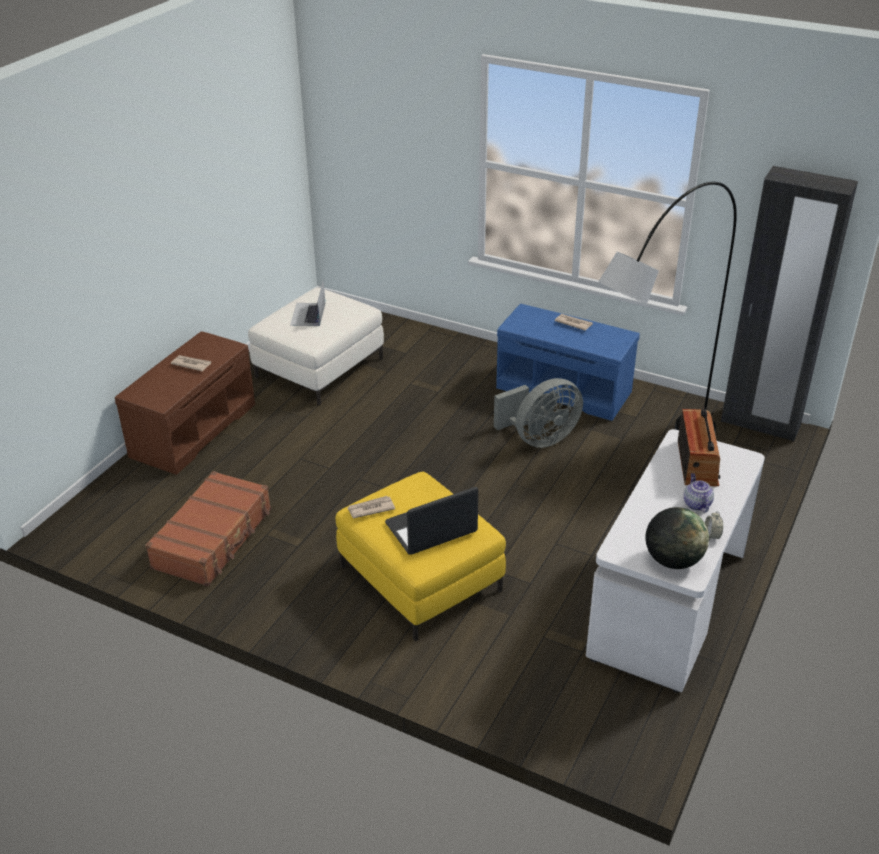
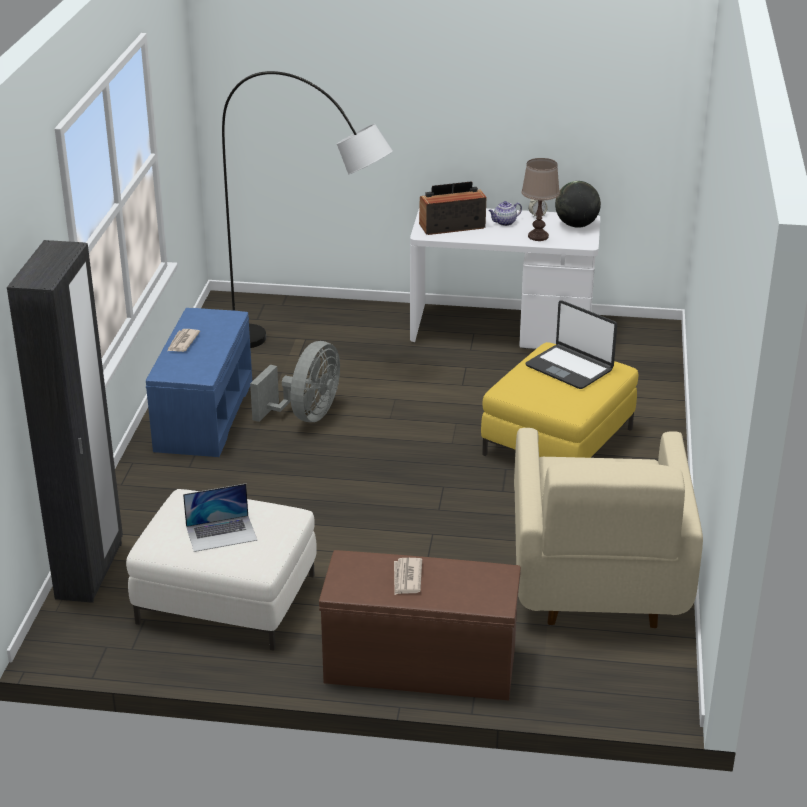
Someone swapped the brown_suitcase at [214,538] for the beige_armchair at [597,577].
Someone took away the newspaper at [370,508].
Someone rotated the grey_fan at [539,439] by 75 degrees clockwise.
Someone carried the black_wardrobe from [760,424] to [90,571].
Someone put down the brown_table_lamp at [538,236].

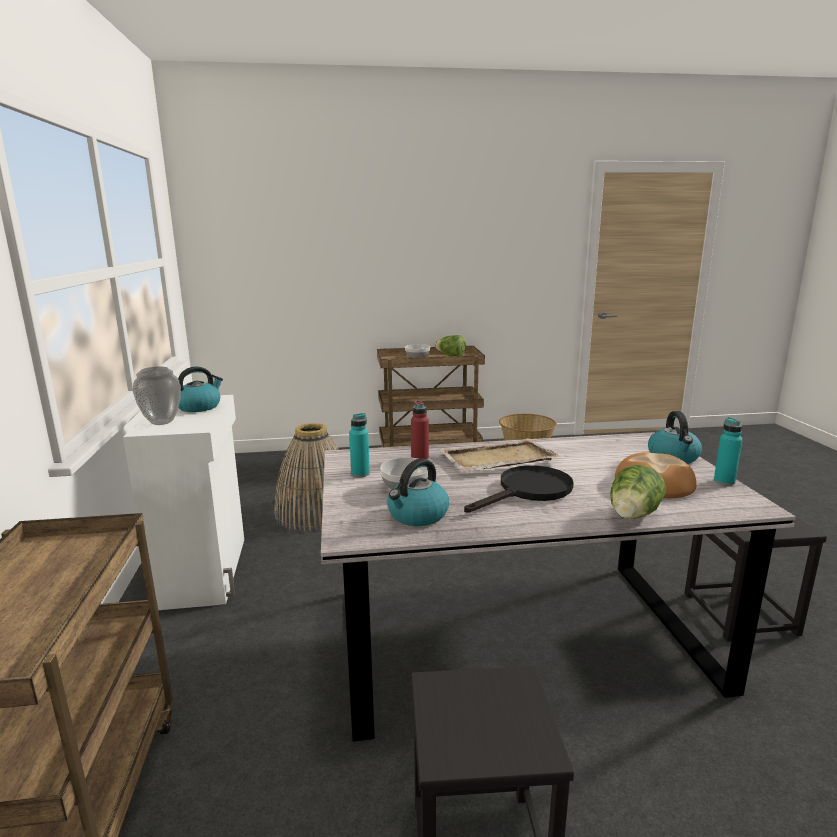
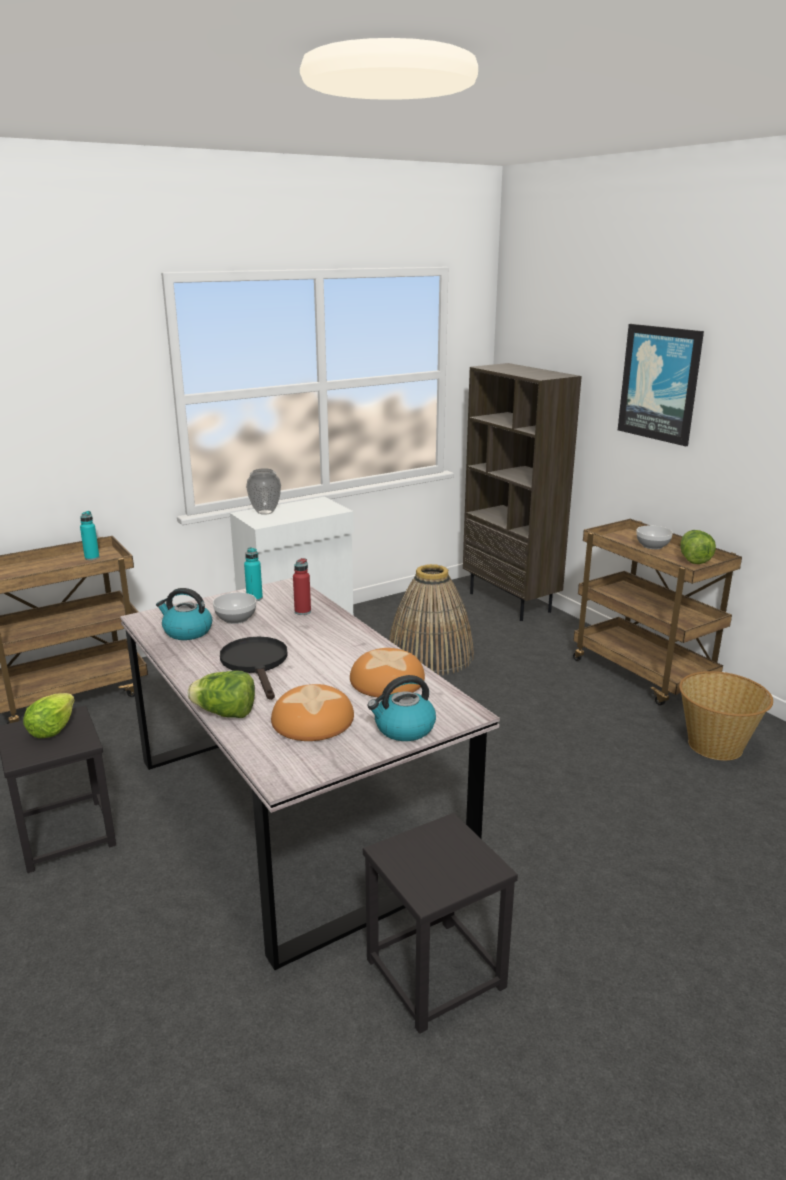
Someone took away the kettle at [199,407].
Someone took away the beige_tray at [497,458].
Someone rotated the black_frying_pan at [528,491] by 135 degrees counterclockwise.
Someone carried the turquoise_bottle from [724,481] to [92,558].
Someone put down the lettuce at [52,729].
Someone put down the bread at [386,680].
Someone put down the brown_bookcase at [511,602].
Someone put up the picture at [660,383].

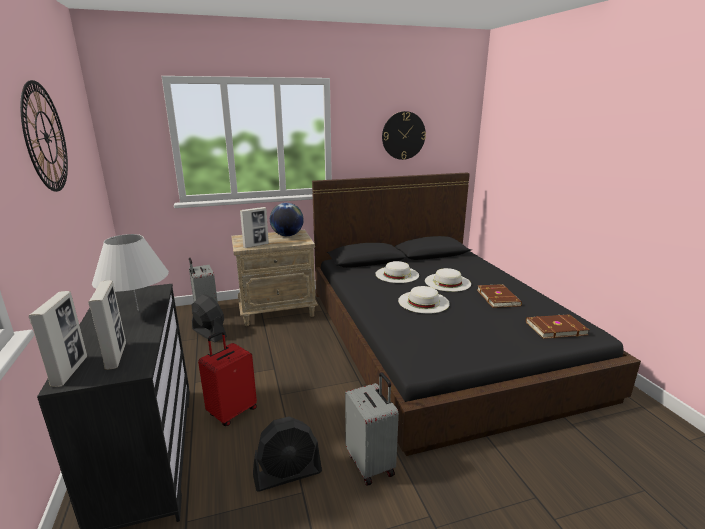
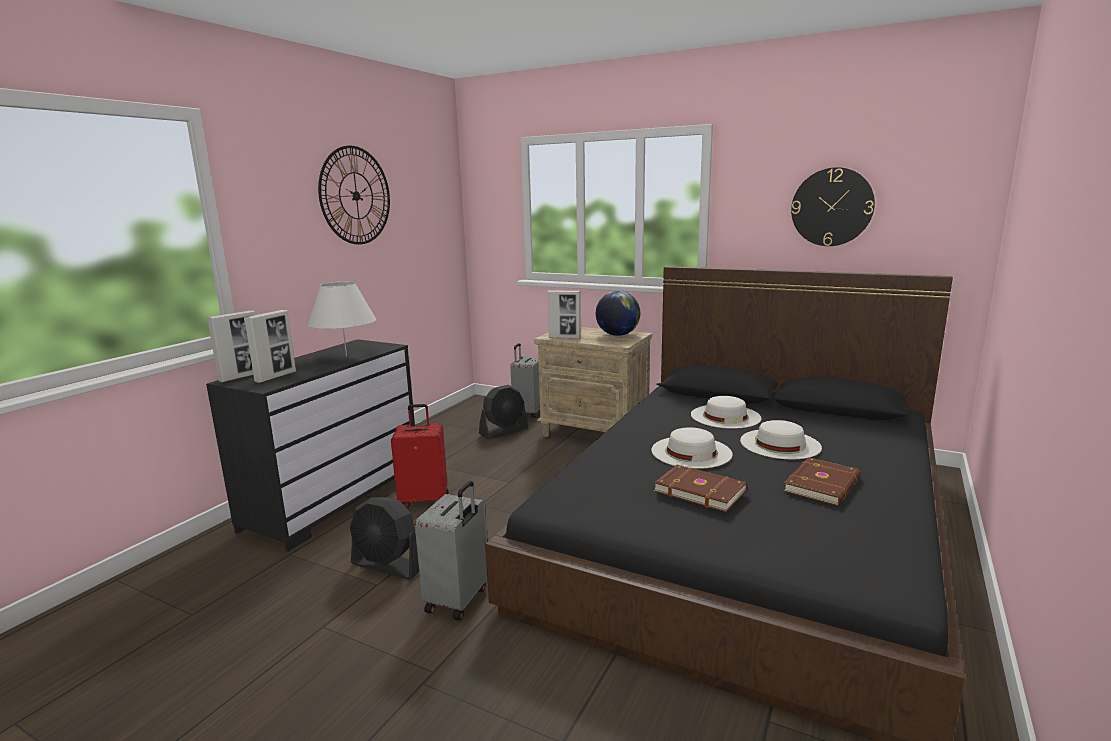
Someone rotated the black_fan at [209,333] by 60 degrees clockwise.
Someone carried the brown_book from [555,328] to [700,490].

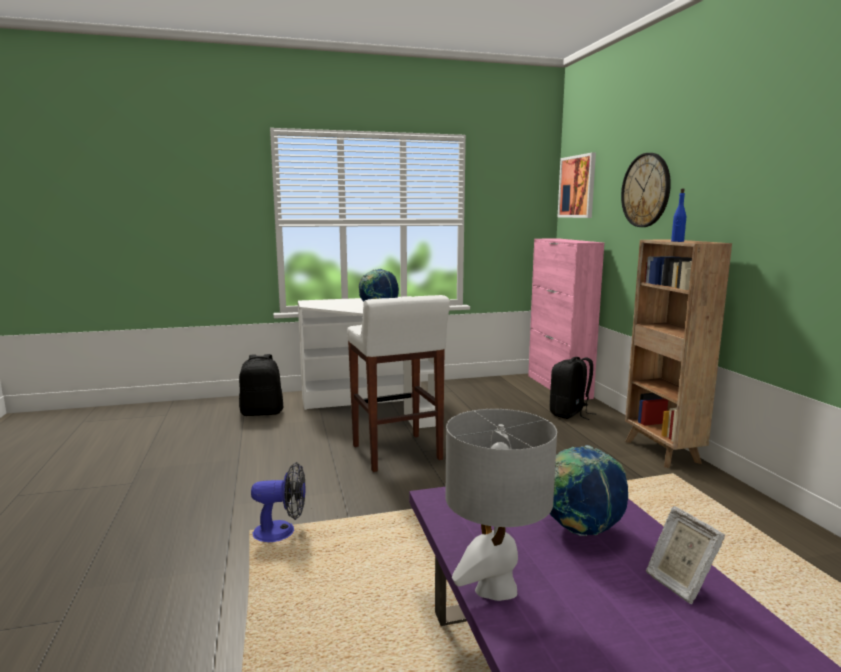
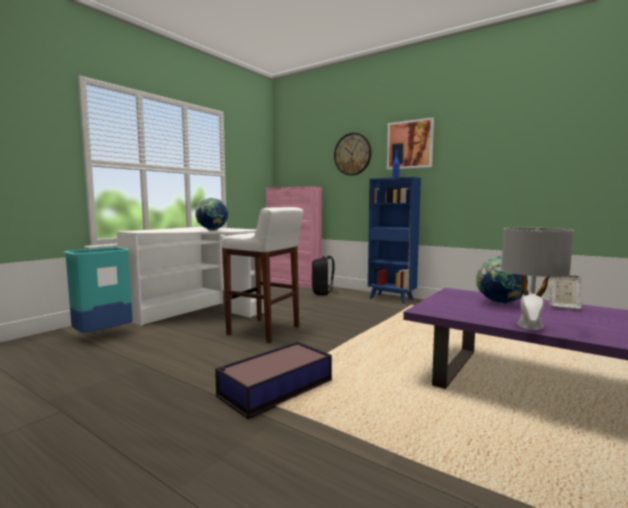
Someone swapped the black_backpack at [262,412] for the turquoise_trash_can at [103,335].
Someone swapped the fan at [282,532] for the storage_box at [274,389].
Someone carried the picture from [577,186] to [410,144].
Someone repainted the brown_bookcase at [662,452], which became the blue_bookcase at [392,298].

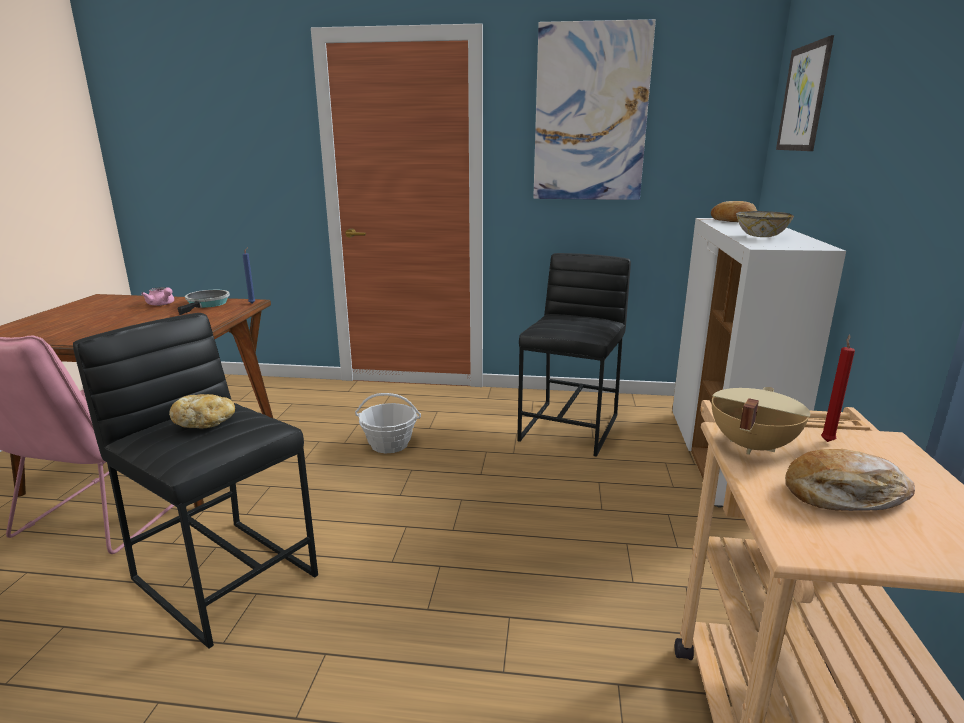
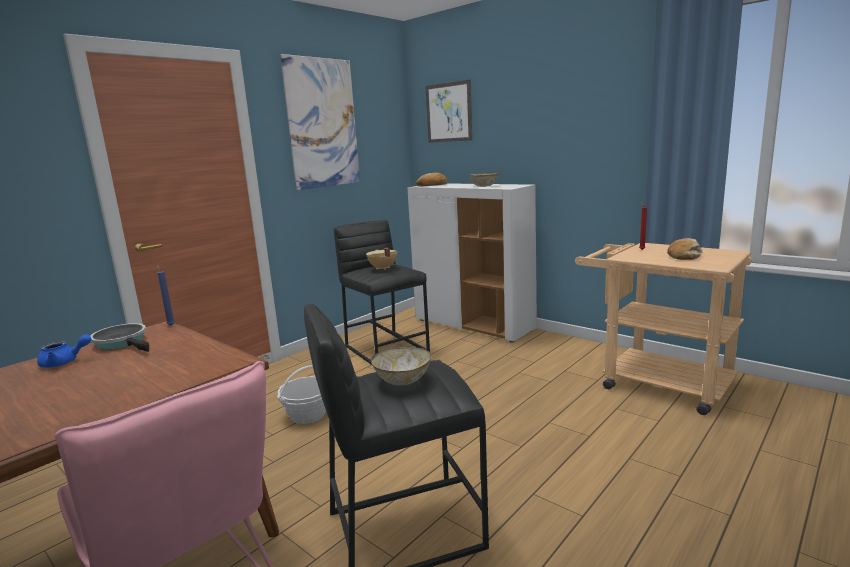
Someone repainted the pink_teapot at [162,304], which became the blue_teapot at [64,362].
Someone swapped the bread at [205,423] for the bowl at [402,380].
Someone carried the beige_cooking_pot from [750,446] to [382,268].

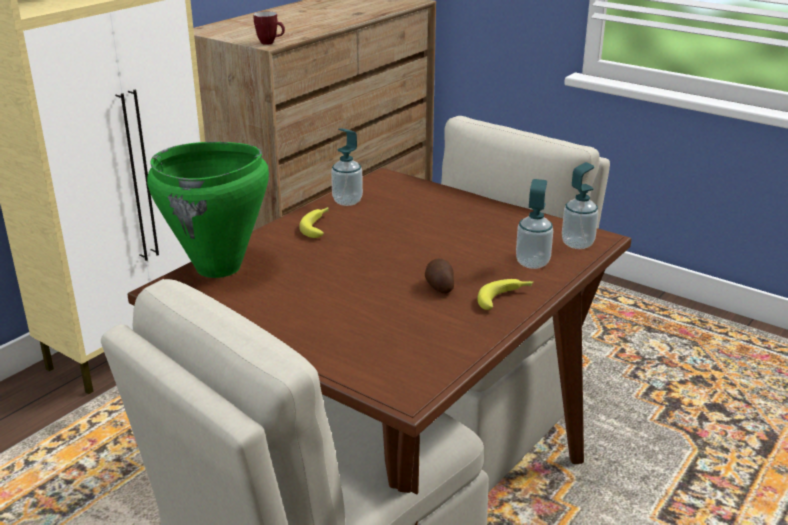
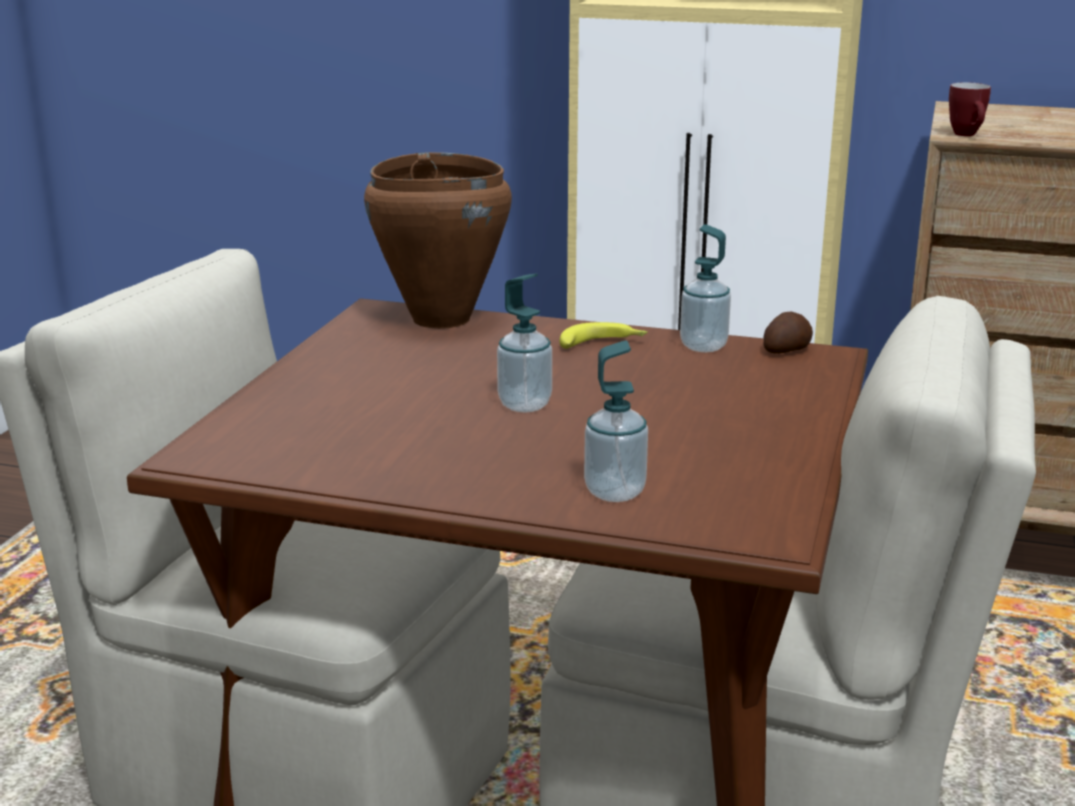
Someone repainted the green_cooking_pot at [219,268], which became the brown_cooking_pot at [440,319].
Someone carried the potato from [439,286] to [785,349].
Someone took away the banana at [505,298].
Someone carried the soap_dispenser from [577,244] to [524,405].

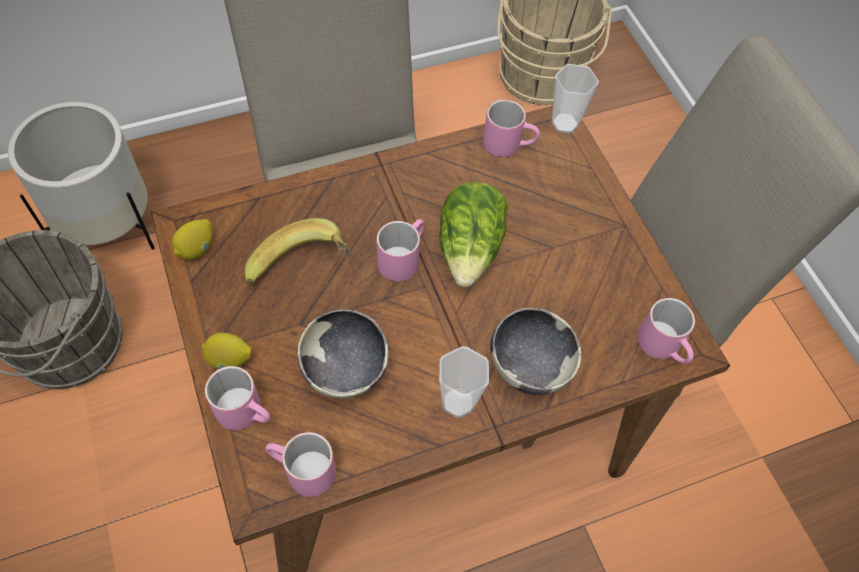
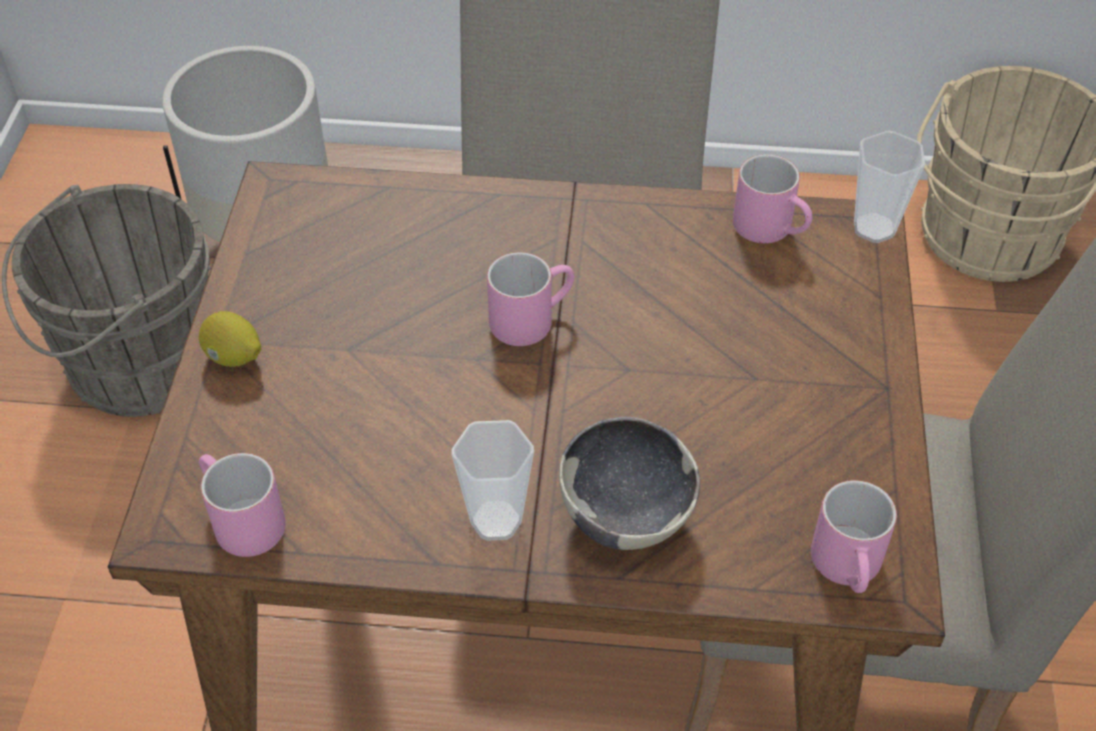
Someone took away the lemon at [196,249].
Someone took away the pink_mug at [246,412].
Someone took away the banana at [303,270].
Someone took away the bowl at [345,369].
Someone took away the lettuce at [470,249].

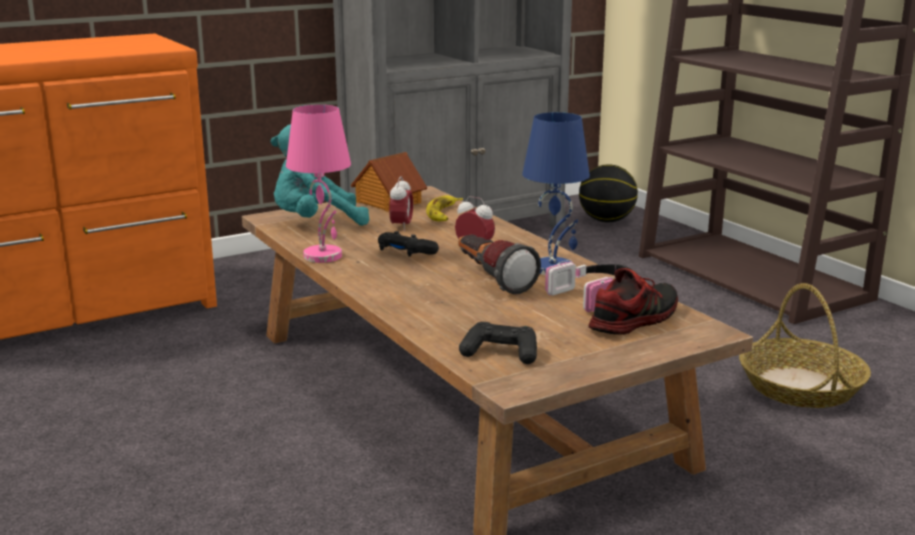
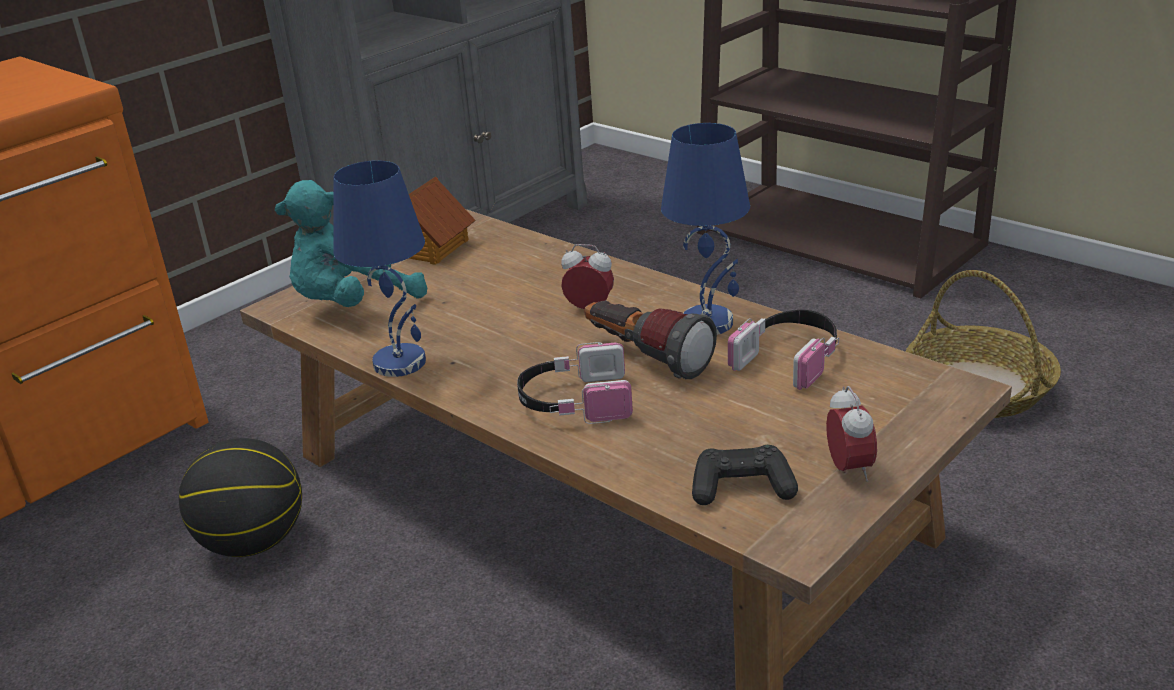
Someone repainted the pink_table_lamp at [324,256], which became the blue_table_lamp at [401,362].
Someone took away the black_game_controller at [405,253].
Someone carried the alarm_clock from [401,227] to [849,469].
Someone took away the banana at [444,214].
Someone carried the basketball from [606,221] to [254,543].
Someone took away the shoe at [633,320].
Someone put down the headphones at [574,402].

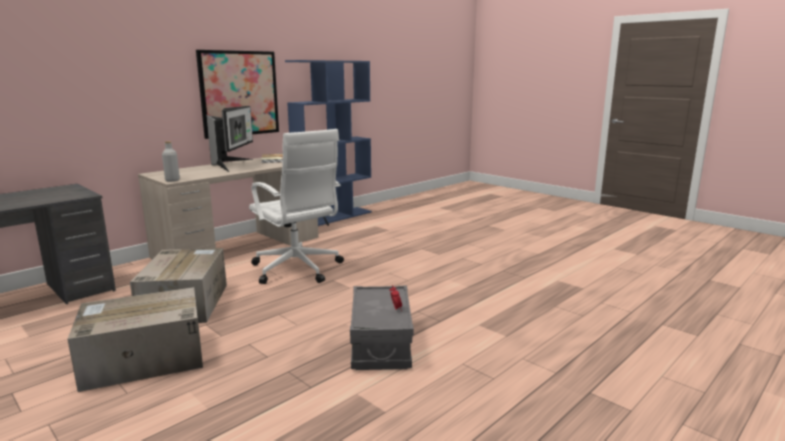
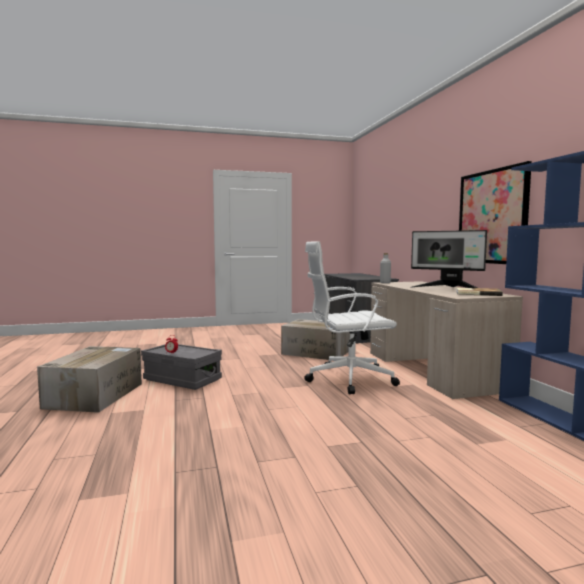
Someone carried the cardboard_box from [142,359] to [95,395].

